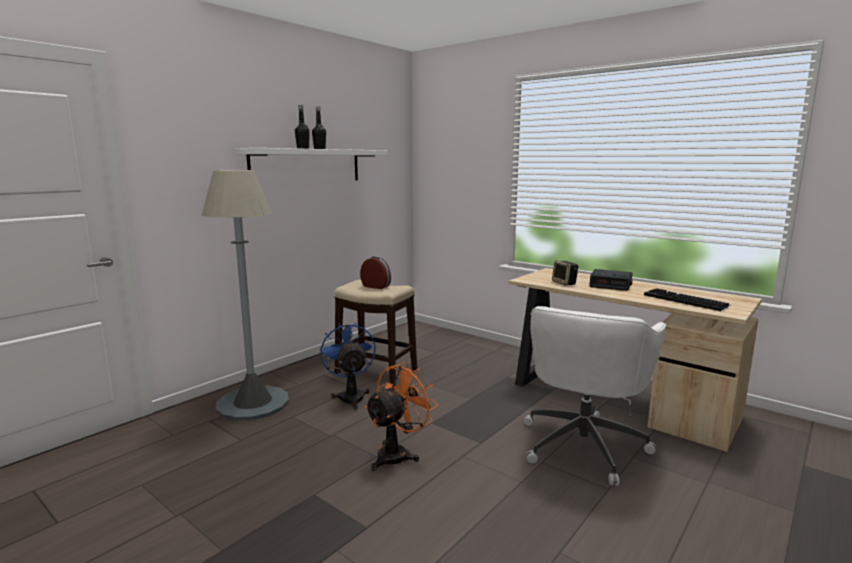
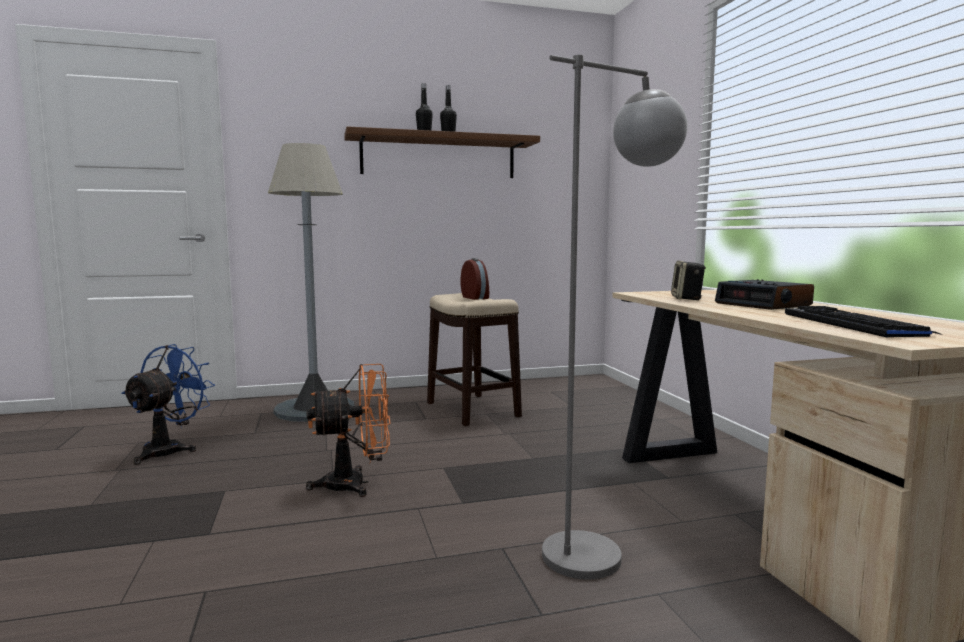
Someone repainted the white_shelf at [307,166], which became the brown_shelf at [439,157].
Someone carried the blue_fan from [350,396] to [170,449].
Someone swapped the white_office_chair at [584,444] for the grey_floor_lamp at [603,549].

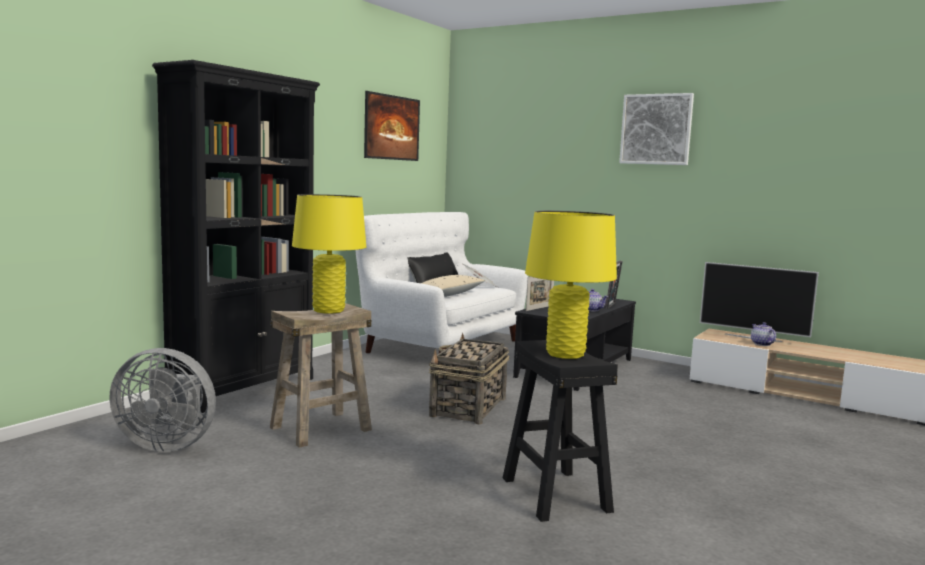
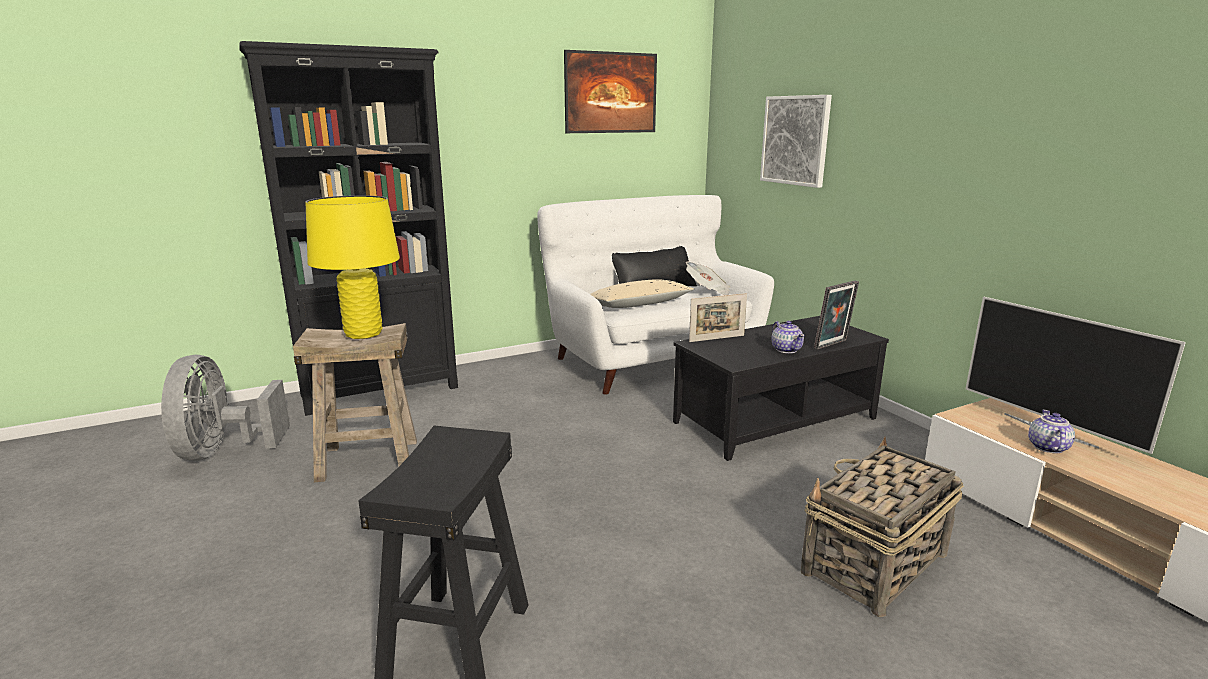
Someone rotated the grey_fan at [167,445] by 45 degrees clockwise.
Someone carried the basket from [468,407] to [873,564].
Someone took away the yellow_table_lamp at [565,354].
Someone carried the picture from [656,129] to [795,140].

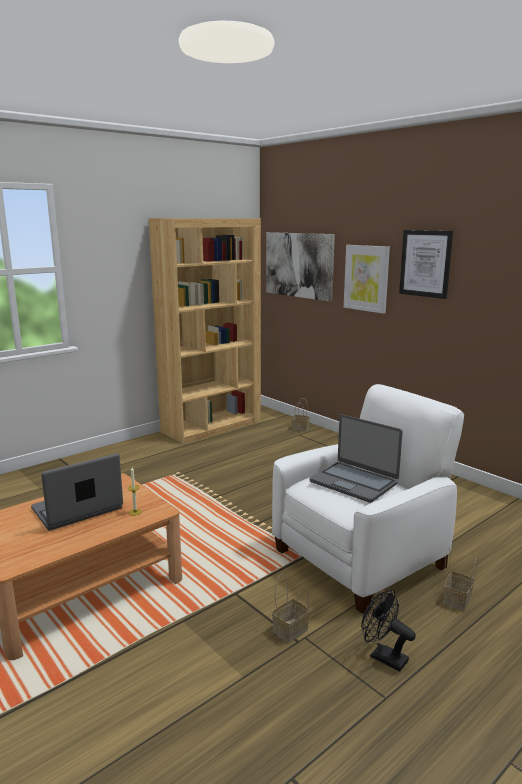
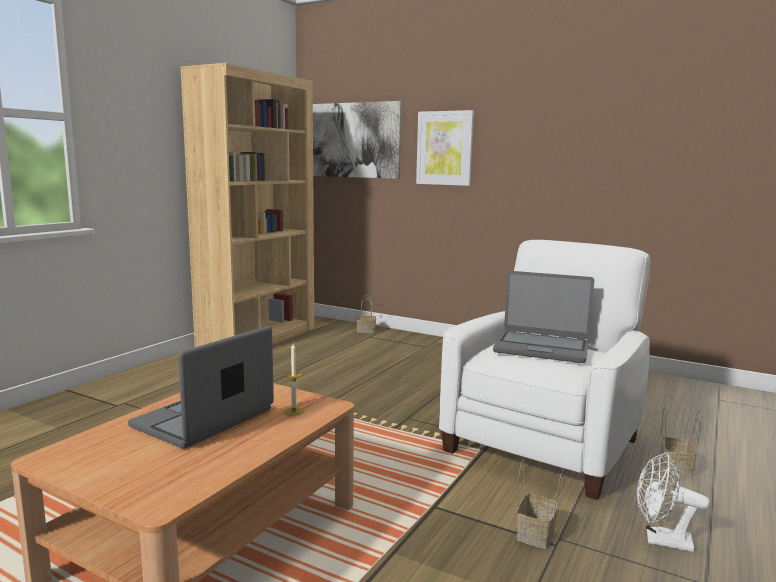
Someone repainted the black_fan at [383,656], which became the white_fan at [661,540].
Someone took away the picture at [425,263].

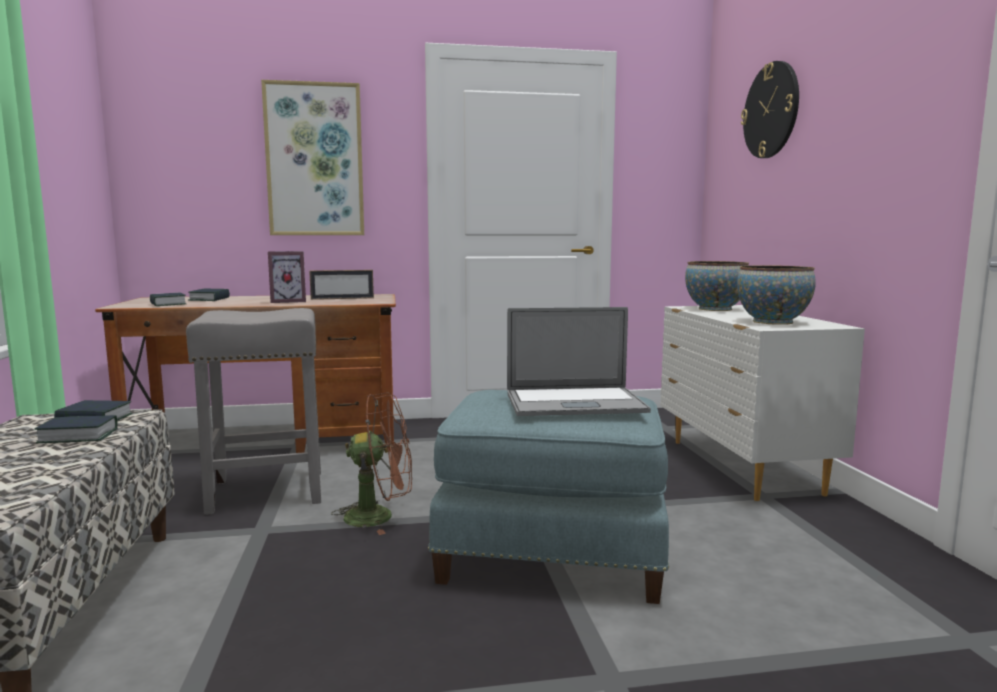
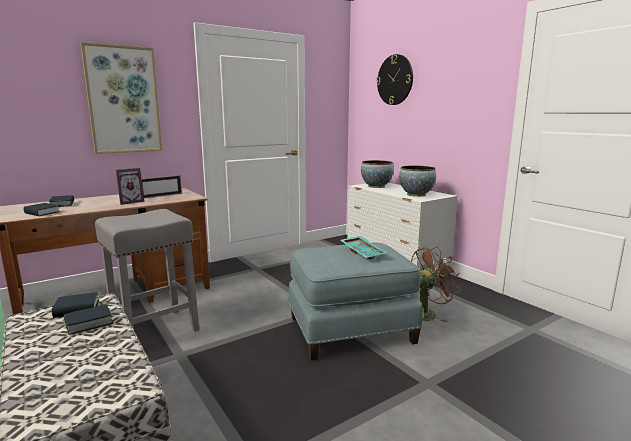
Someone carried the brown_fan from [380,516] to [426,313].
Someone swapped the laptop at [574,403] for the turquoise_tray at [363,252].

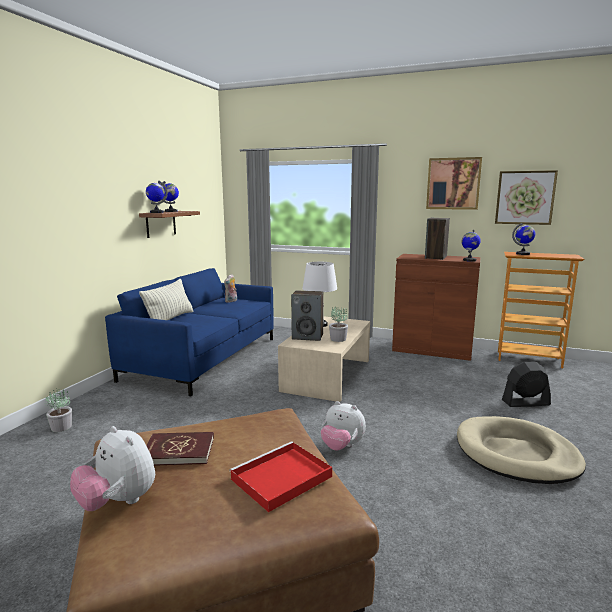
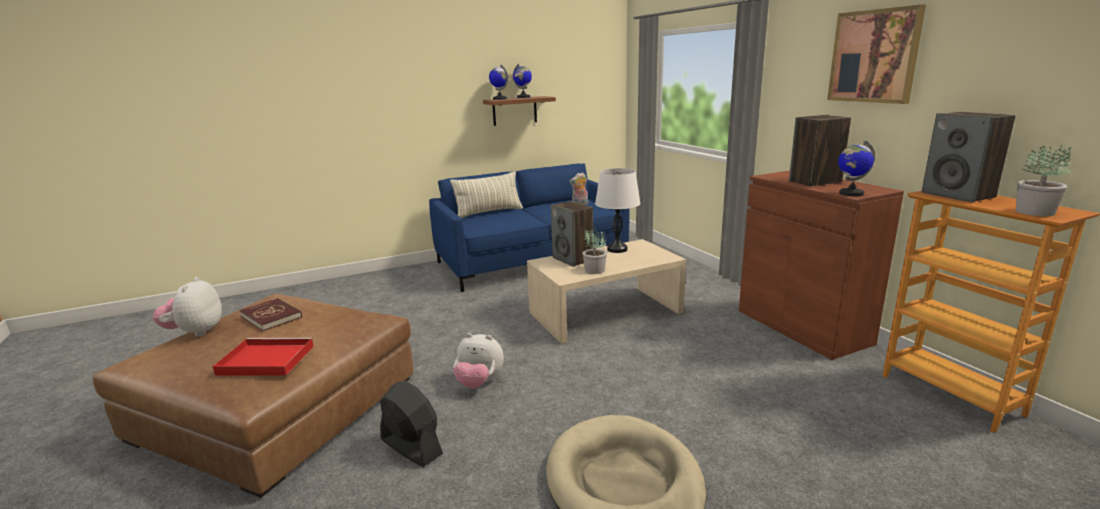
Someone carried the potted_plant from [62,427] to [1035,212].
Someone rotated the plush_toy at [342,446] by 60 degrees counterclockwise.
Someone took away the picture at [525,197].
Someone carried the black_fan from [525,402] to [411,447].
Someone swapped the globe at [523,254] for the speaker at [958,195].

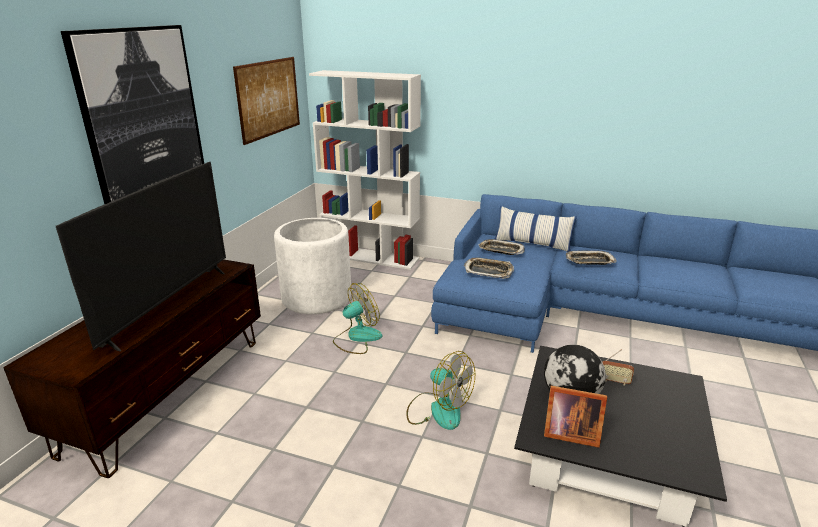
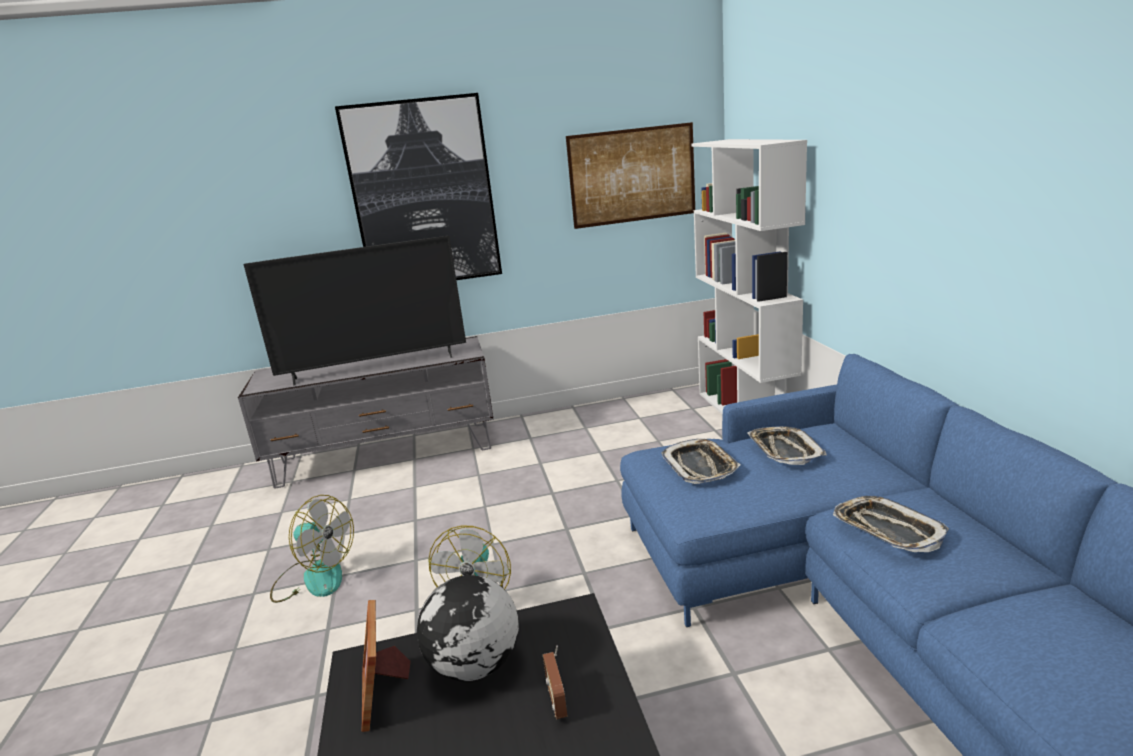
Someone repainted the brown_tv_stand at [169,392], which became the grey_tv_stand at [387,454].
Someone took away the white_planter at [316,297].
Someone carried the fan from [357,338] to [314,577].
Someone took away the pillow at [532,244].

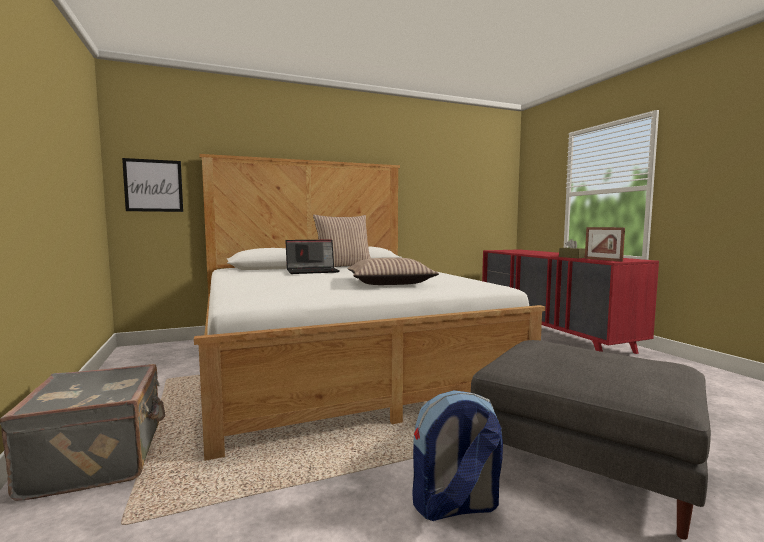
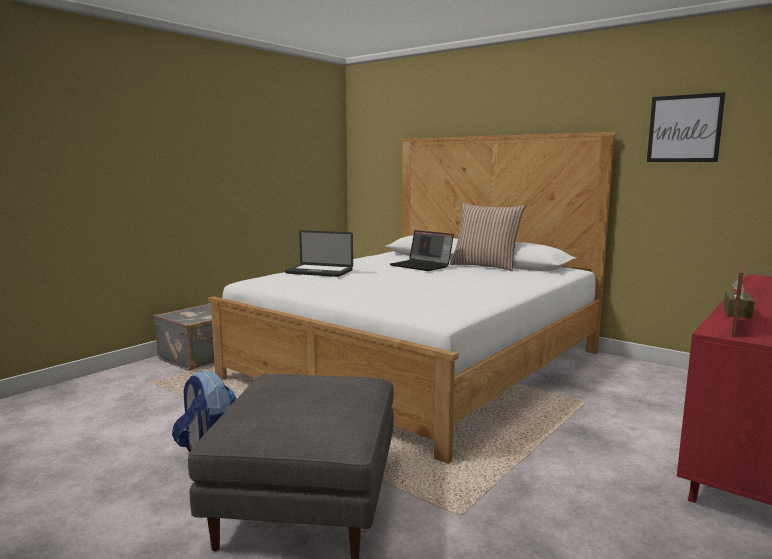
Someone carried the picture from [153,185] to [684,128].
Someone took away the pillow at [389,283].
Someone put down the laptop at [319,272].

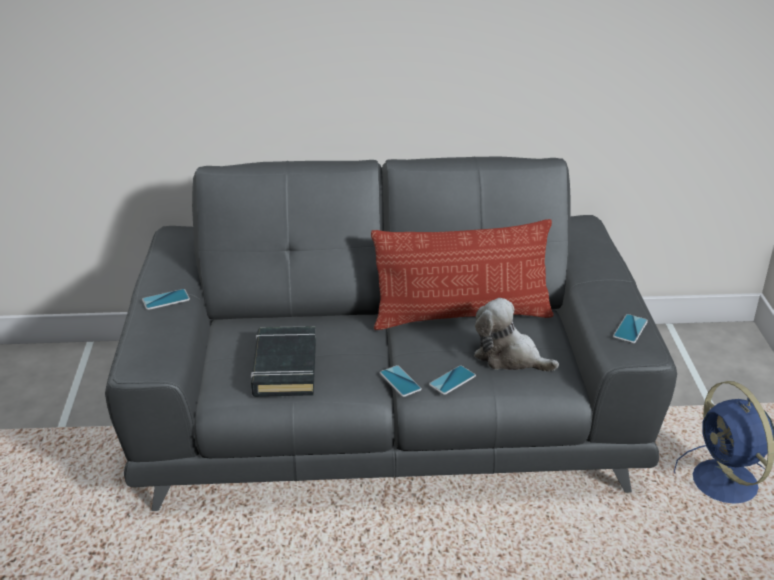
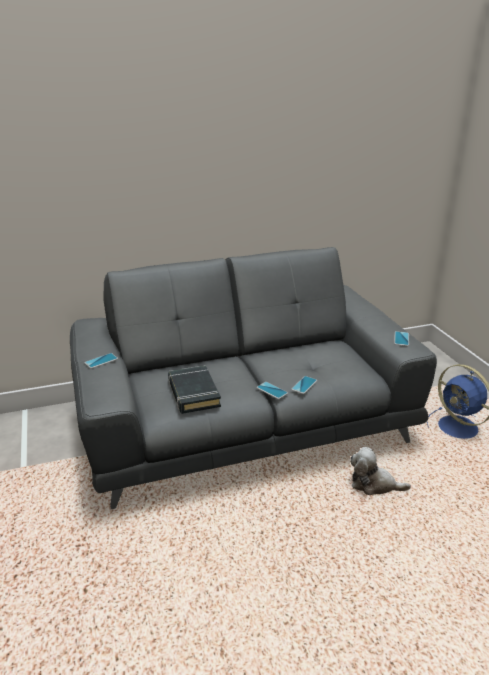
Someone took away the pillow at [461,315].
Someone carried the plush_toy from [509,357] to [374,485].

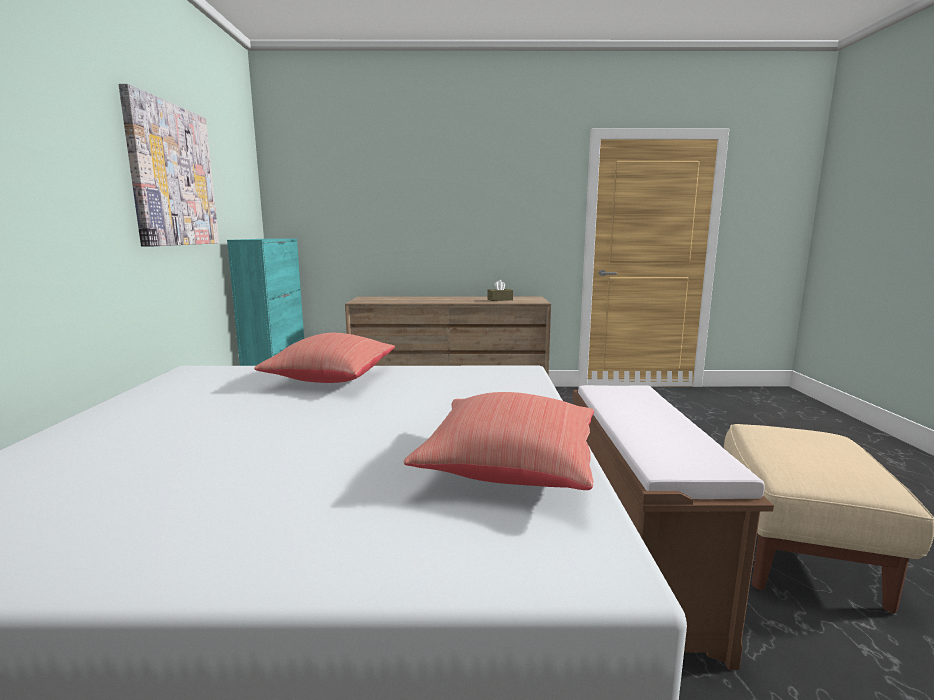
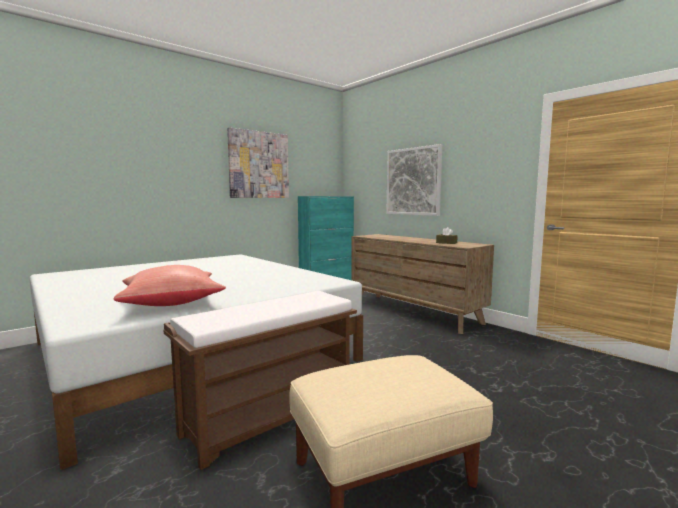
Someone took away the red_pillow at [330,379].
Someone put up the picture at [413,181].

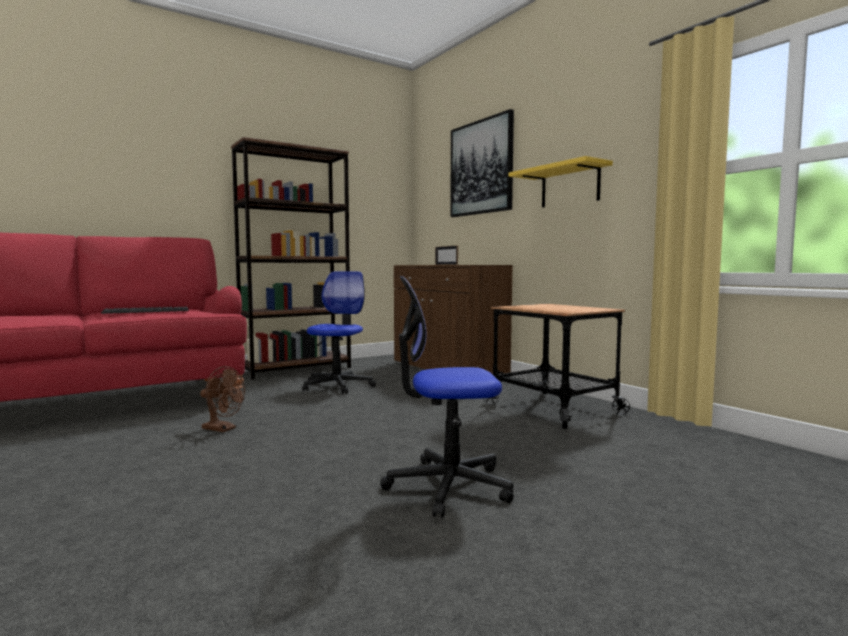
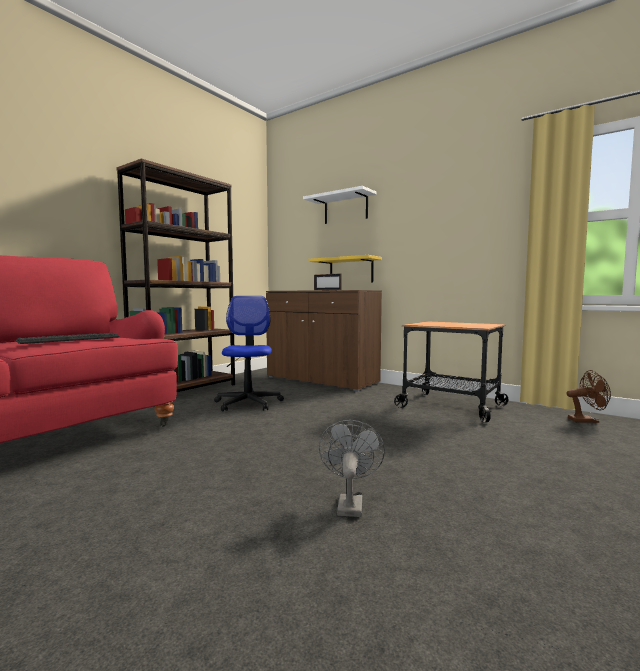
Someone carried the brown_fan from [223,429] to [587,420].
Someone took away the office_chair at [448,486].
Someone swapped the picture at [481,167] for the white_shelf at [346,209].
Someone carried the yellow_shelf from [570,186] to [351,270].
Someone put down the grey_fan at [349,503].

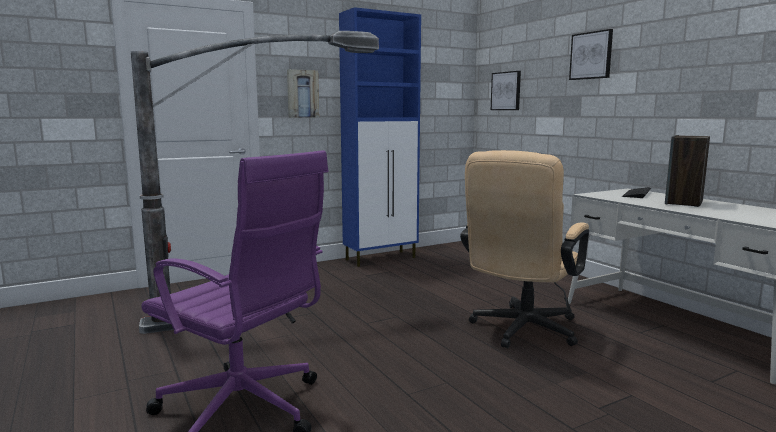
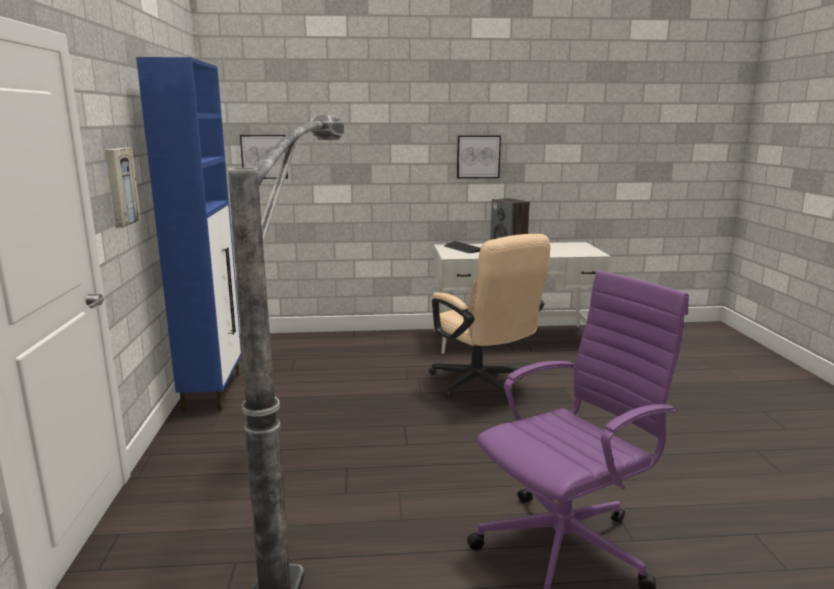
Someone carried the picture from [591,55] to [478,156].

